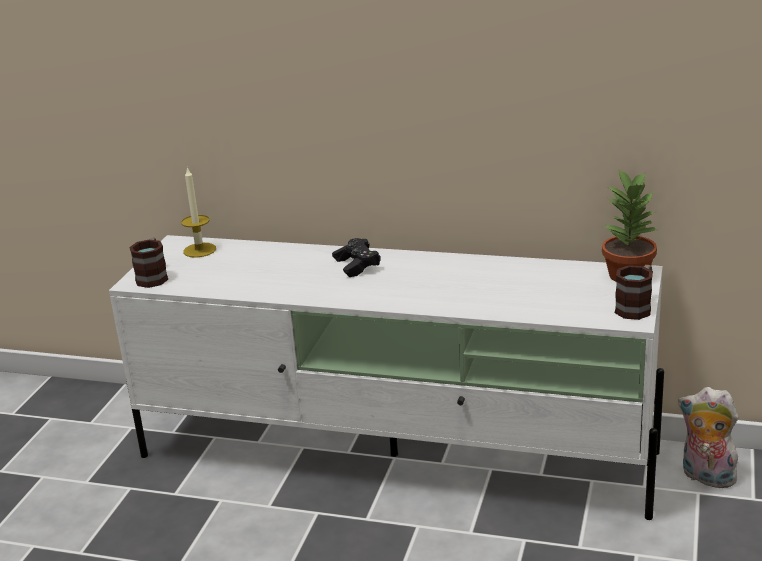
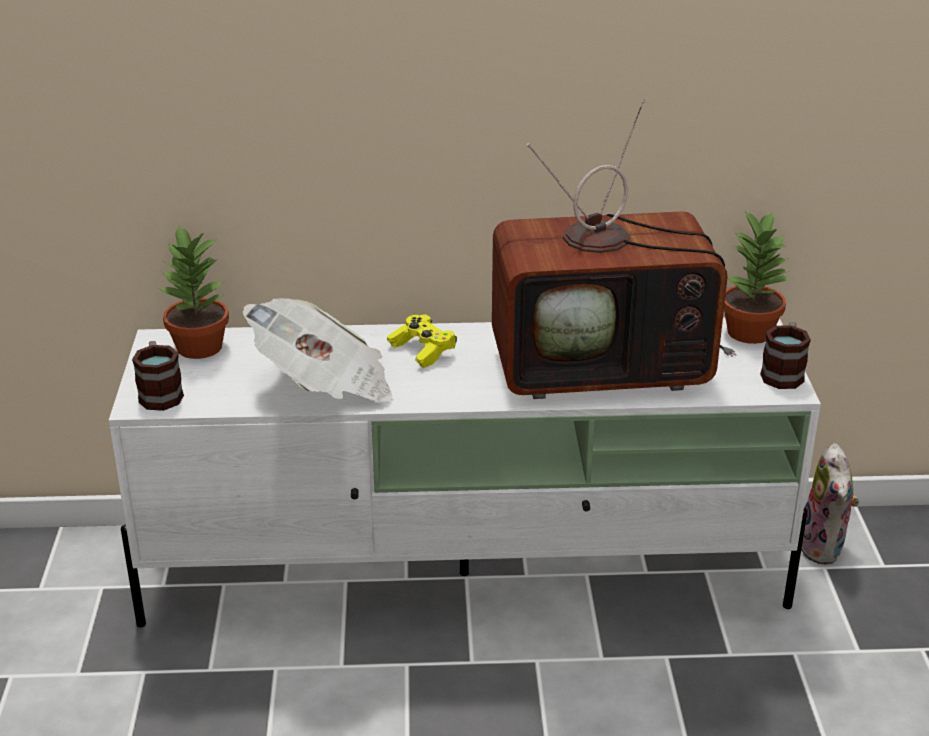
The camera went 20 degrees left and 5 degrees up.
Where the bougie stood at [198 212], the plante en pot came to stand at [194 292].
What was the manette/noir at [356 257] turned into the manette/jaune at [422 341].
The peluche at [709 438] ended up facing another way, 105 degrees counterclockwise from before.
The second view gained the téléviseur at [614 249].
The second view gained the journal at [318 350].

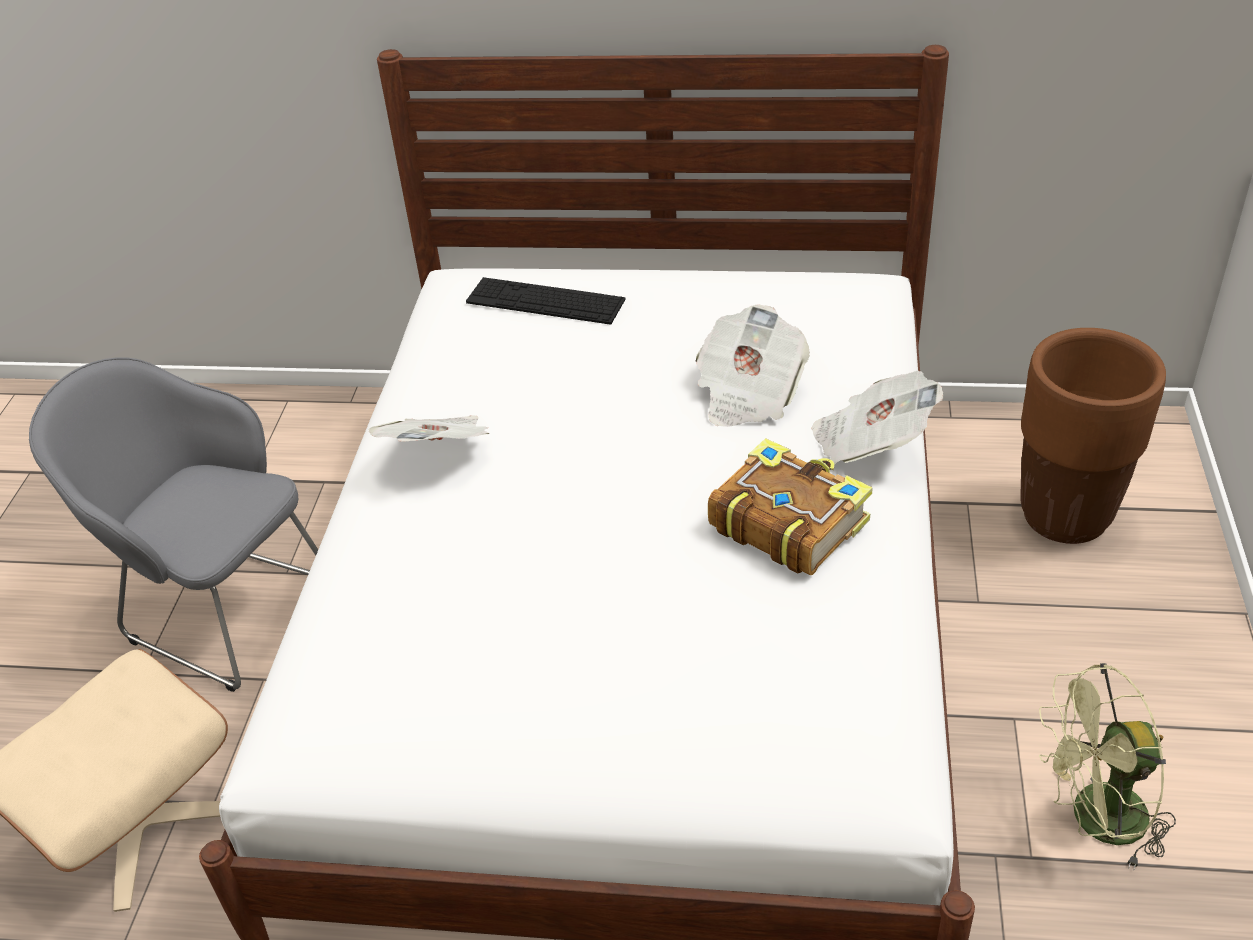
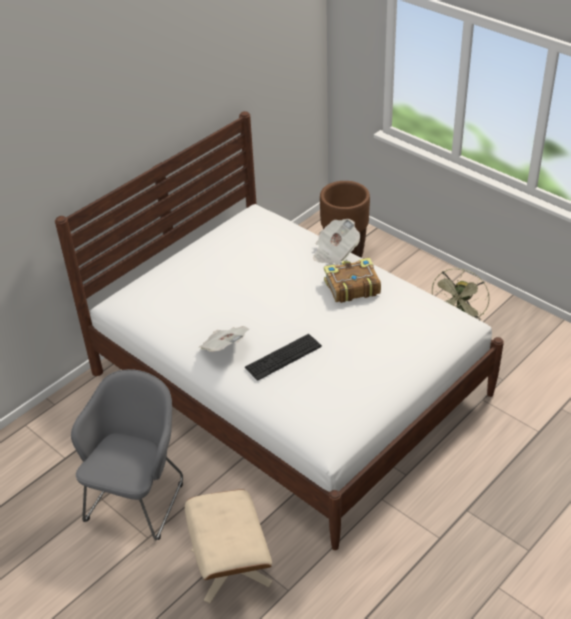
The camera went 55 degrees left and 0 degrees up.
The clavier ended up elsewhere, having gone from [546 301] to [283 357].
The second view lost the journal at [752 366].
The fauteuil/gris at [173 524] ended up facing another way, 135 degrees clockwise from before.

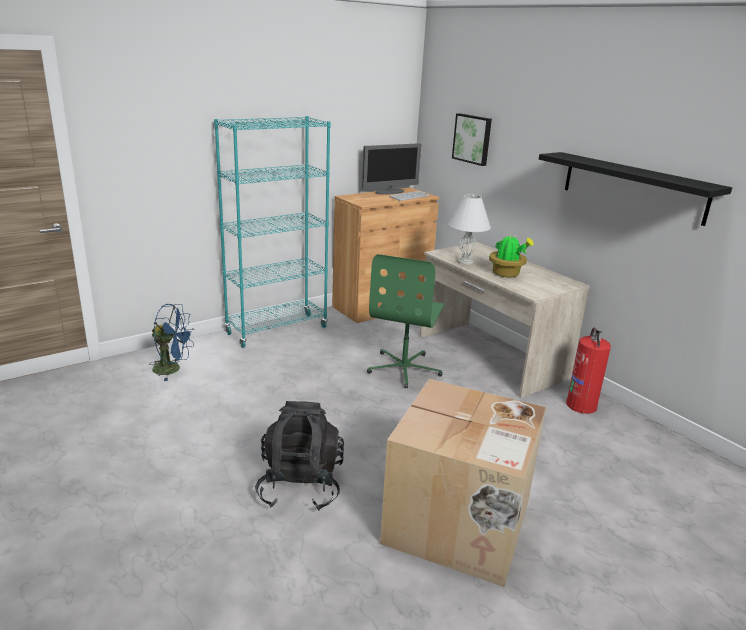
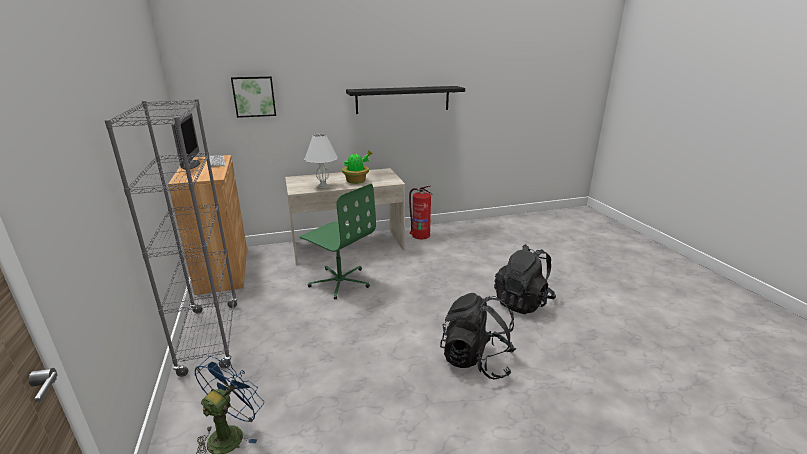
The camera went 70 degrees left and 0 degrees up.
What was the bibliothèque/turquoise at [272 232] turned into the bibliothèque/gris at [171 238].
Where the carton stood at [463 483], the sac à dos/noir came to stand at [525 279].

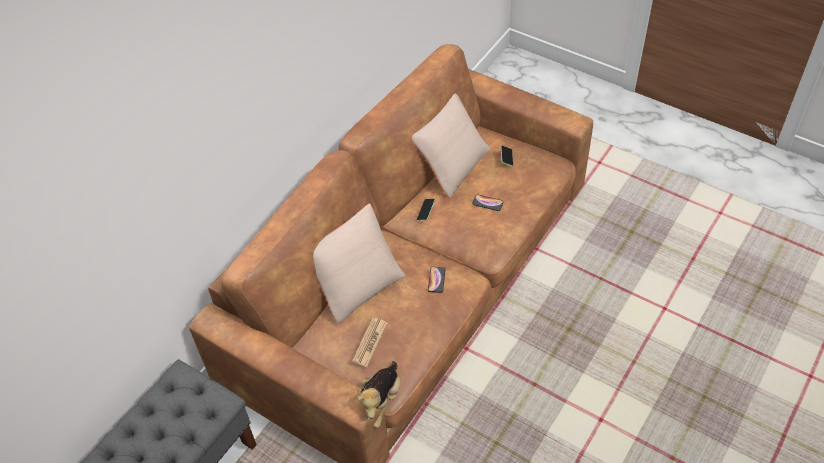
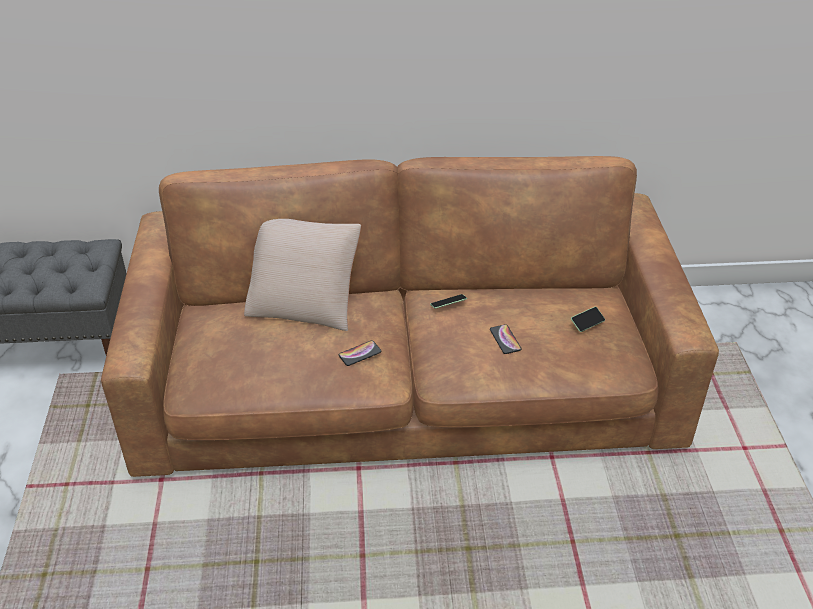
The camera went 50 degrees right and 10 degrees down.
The second view lost the coussin/beige at [451 146].
The second view lost the journal at [369 342].
The second view lost the peluche at [379 394].

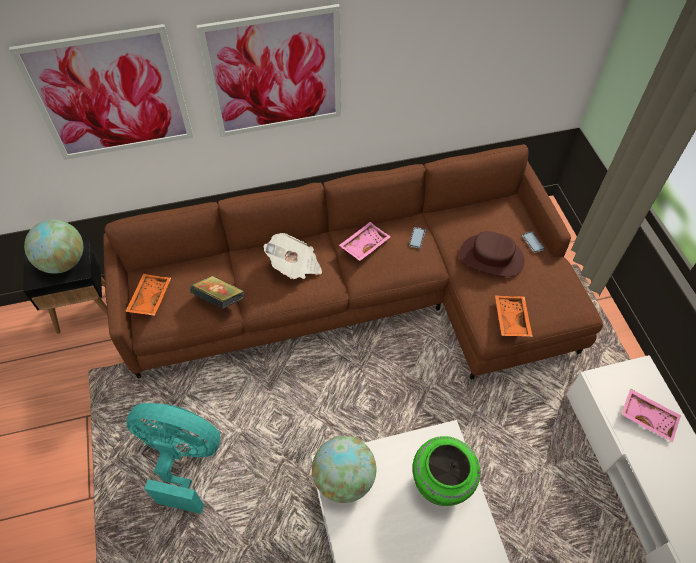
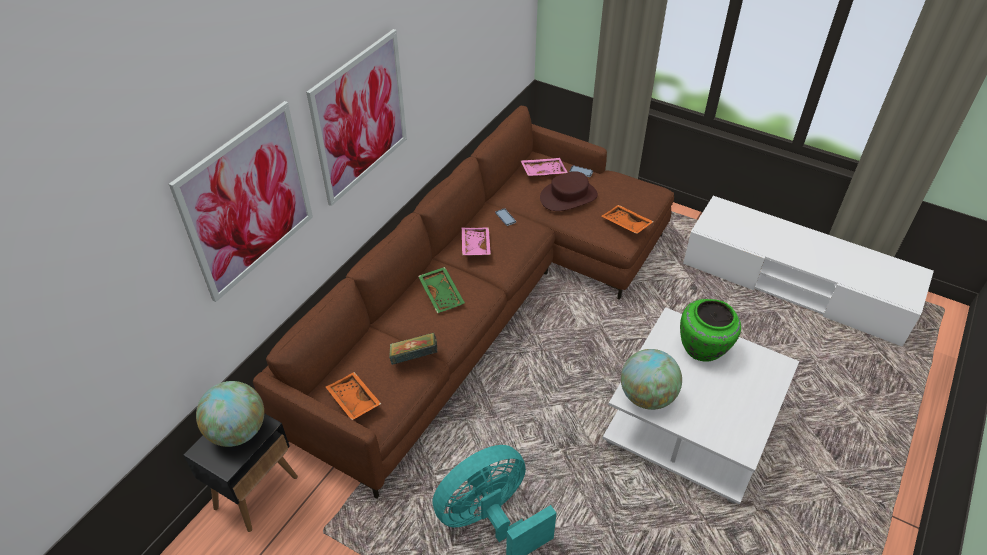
The camera went 45 degrees left and 10 degrees down.
Where the journal stood at [292 256], the plateau/vert came to stand at [441 290].
The plateau/rose ended up elsewhere, having gone from [651 415] to [544 167].

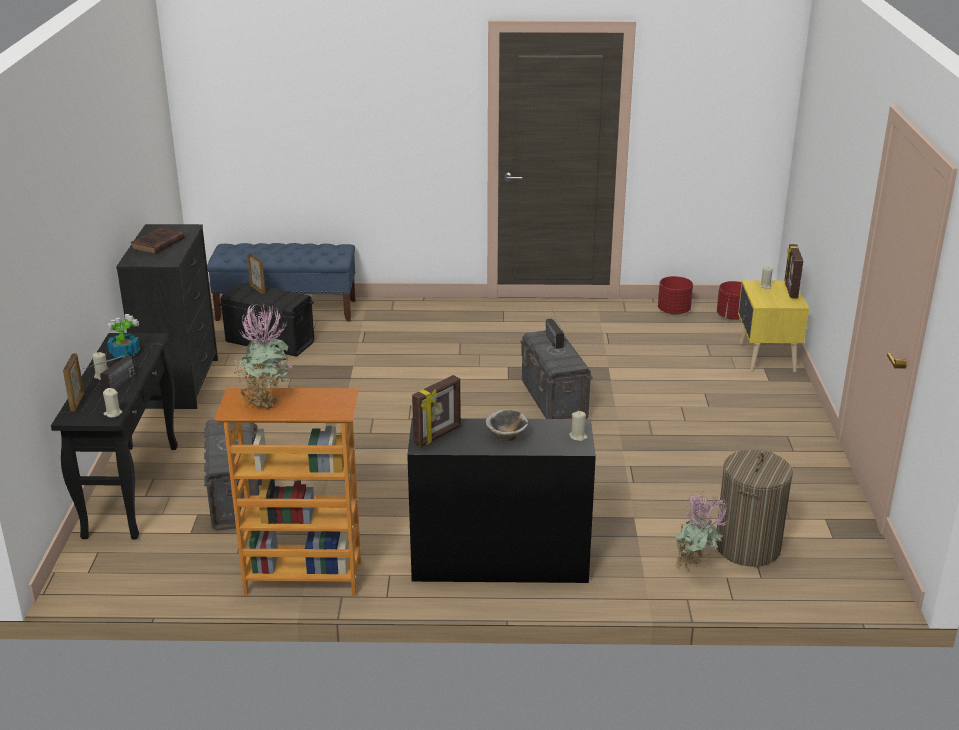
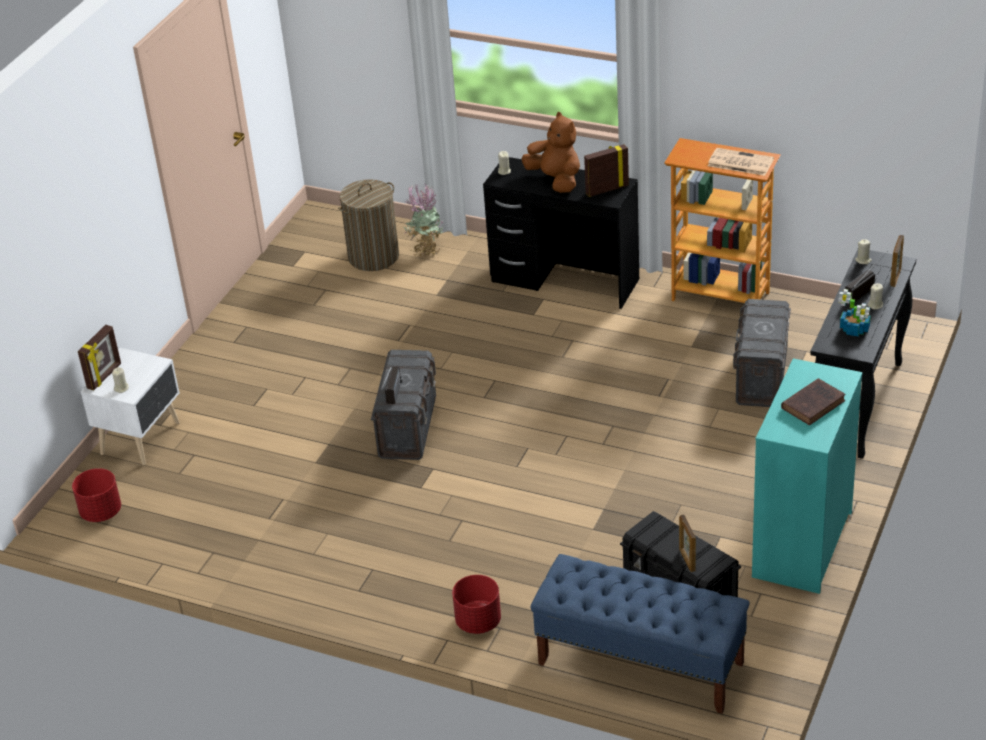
The camera went 155 degrees left and 10 degrees up.
What was the commode/noir at [167 316] turned into the commode/turquoise at [807 476].
The cache-pot/rouge ended up elsewhere, having gone from [675 295] to [476 604].
What was the table de chevet/jaune at [773 326] turned into the table de chevet/blanc at [130 406].
Where the plante en pot stood at [262 356], the journal came to stand at [741 162].
Where the bol stood at [507 425], the peluche/marron came to stand at [550 152].

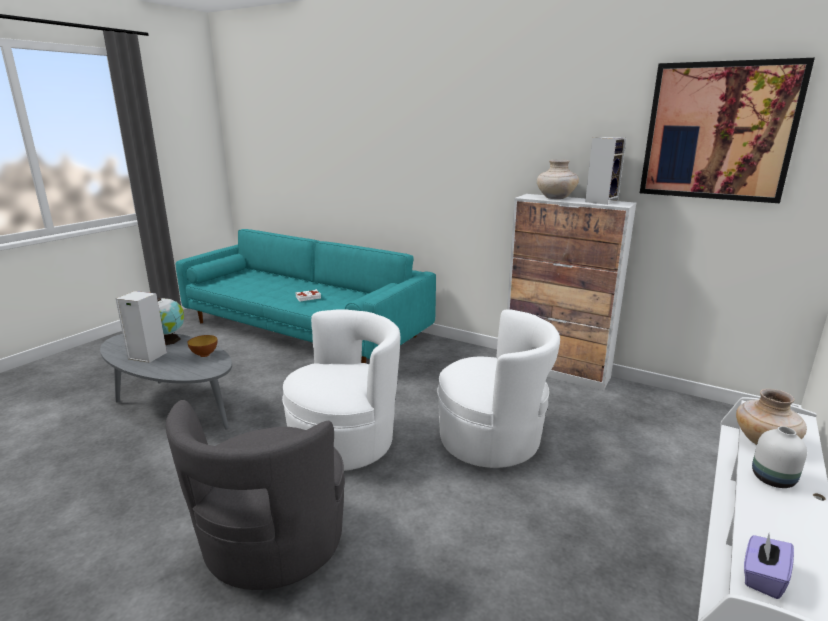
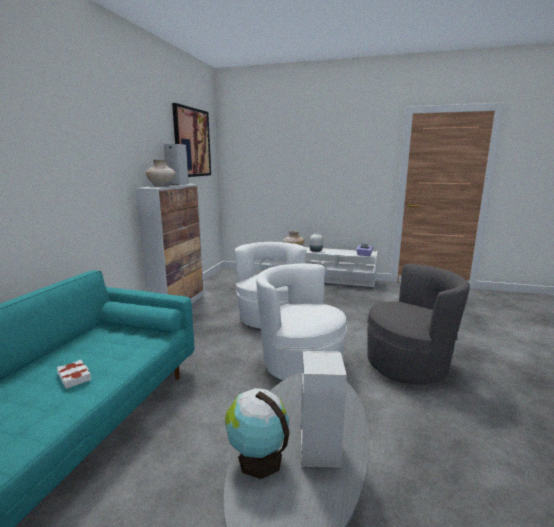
The camera went 105 degrees left and 5 degrees down.
The second view lost the bol at [202 346].

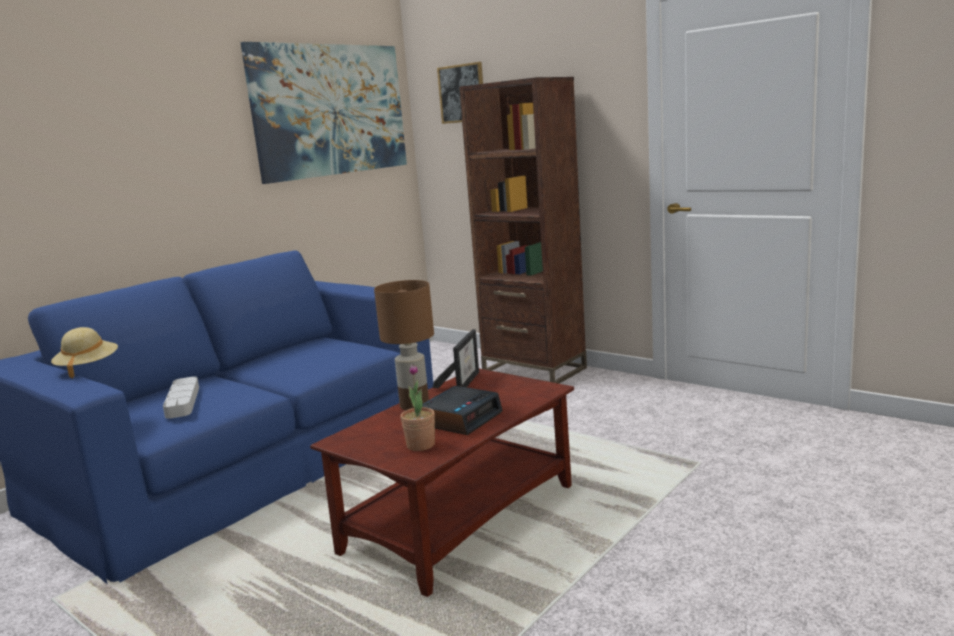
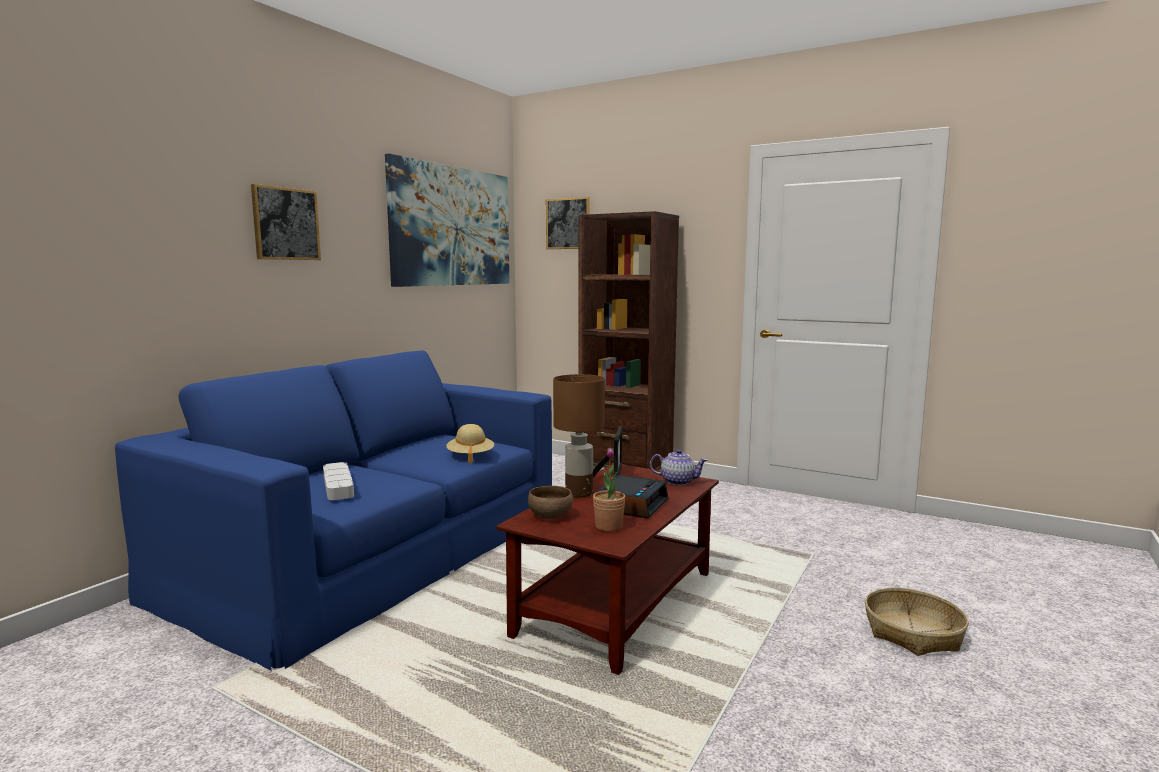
The camera went 10 degrees left and 5 degrees down.
The chapeau/beige ended up elsewhere, having gone from [84 352] to [470 444].
The second view gained the tableau at [286 222].
The second view gained the théière at [678 467].
The second view gained the bol/marron at [550 502].
The second view gained the panier at [917 622].

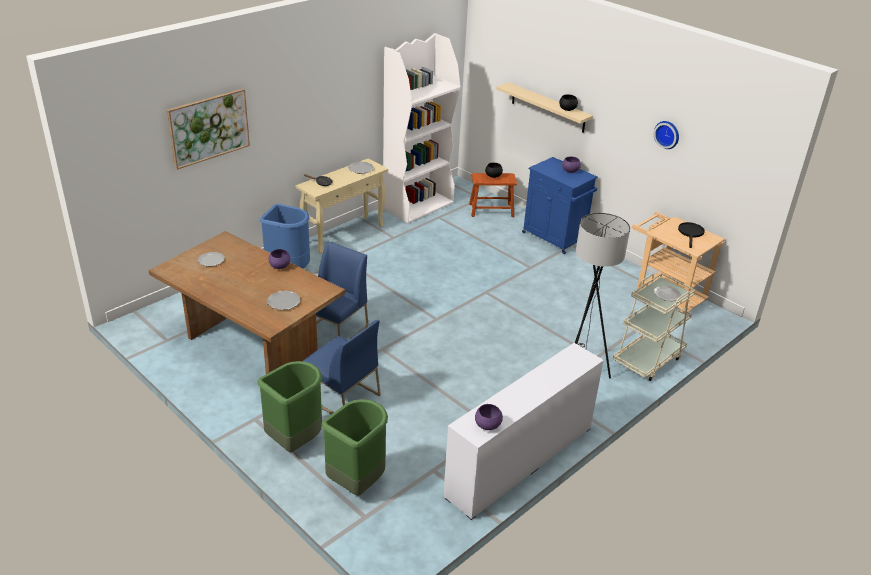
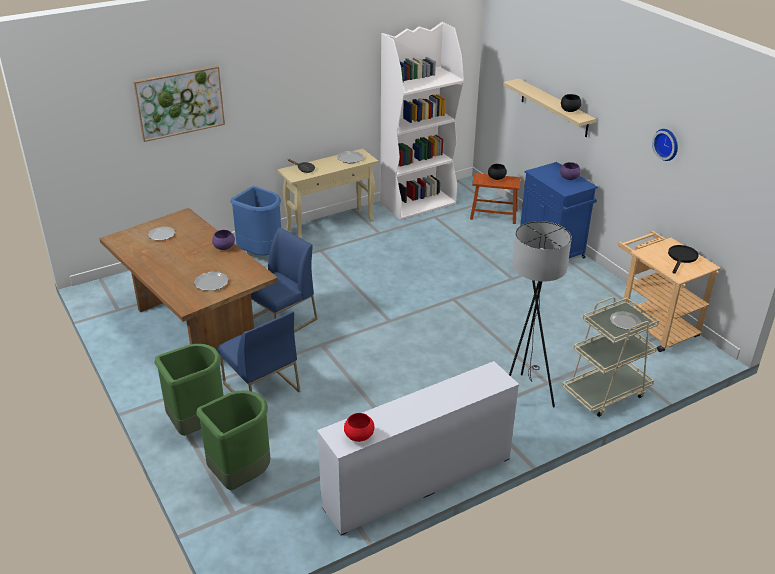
The camera went 15 degrees right and 0 degrees up.
What was the bol/violet at [489 417] turned into the bol/rouge at [359 427].

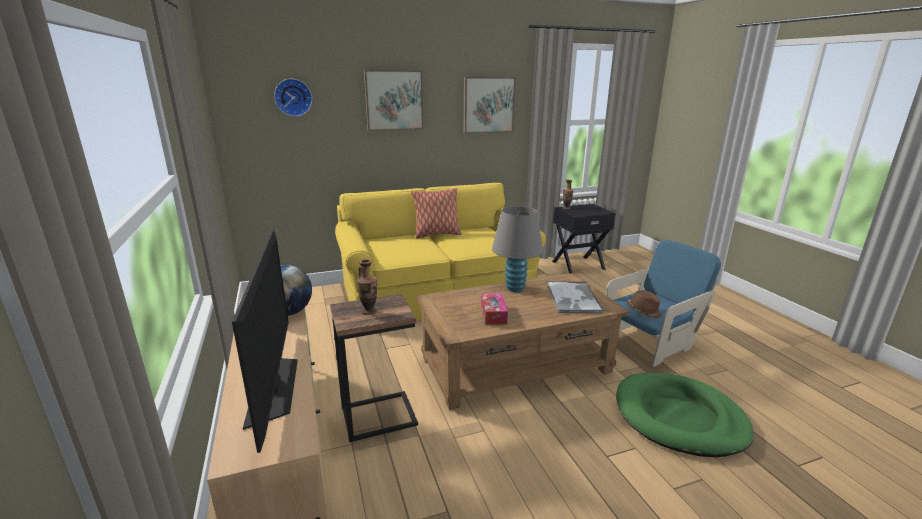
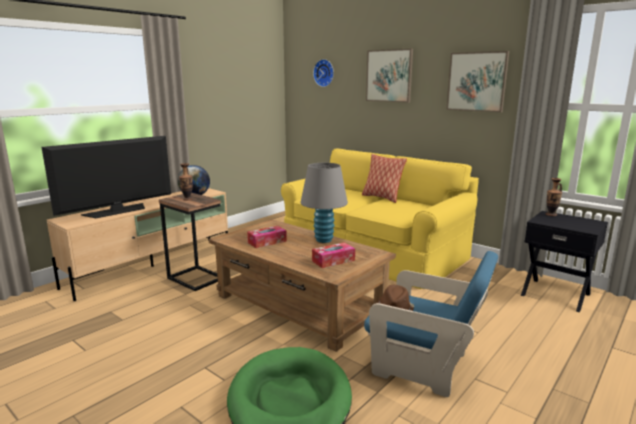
The camera went 60 degrees right and 5 degrees down.
Where the plateau stood at [575 298], the boîte à mouchoirs came to stand at [333 255].

